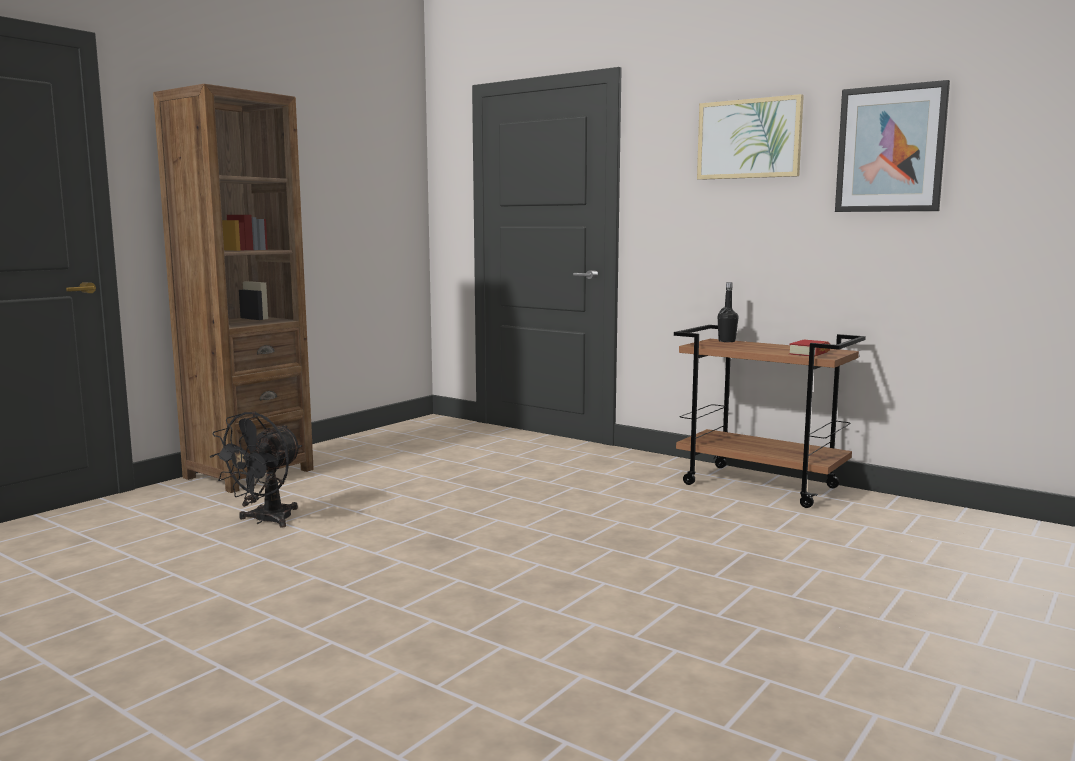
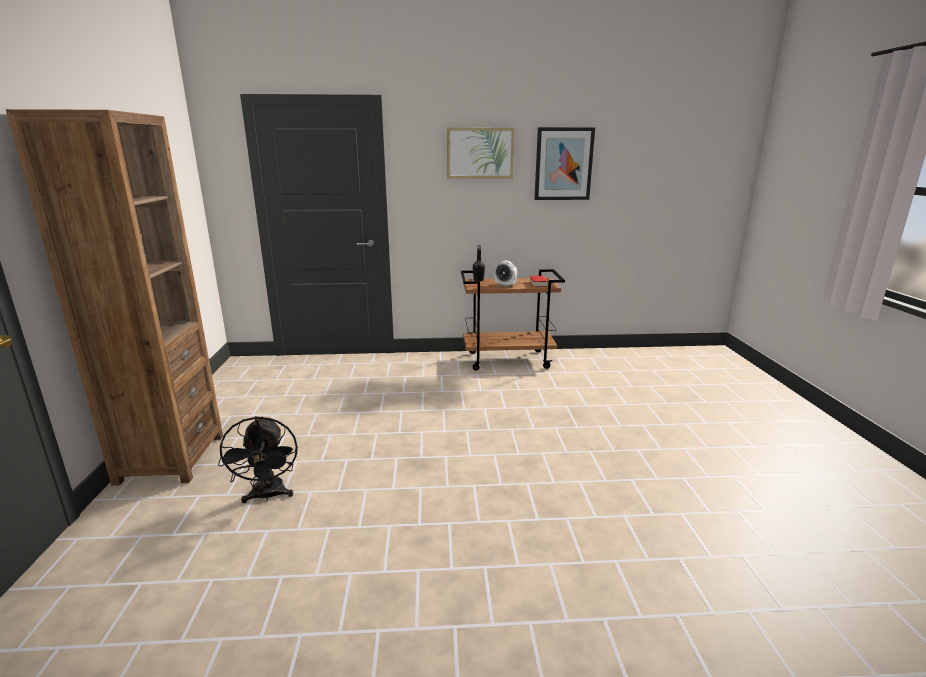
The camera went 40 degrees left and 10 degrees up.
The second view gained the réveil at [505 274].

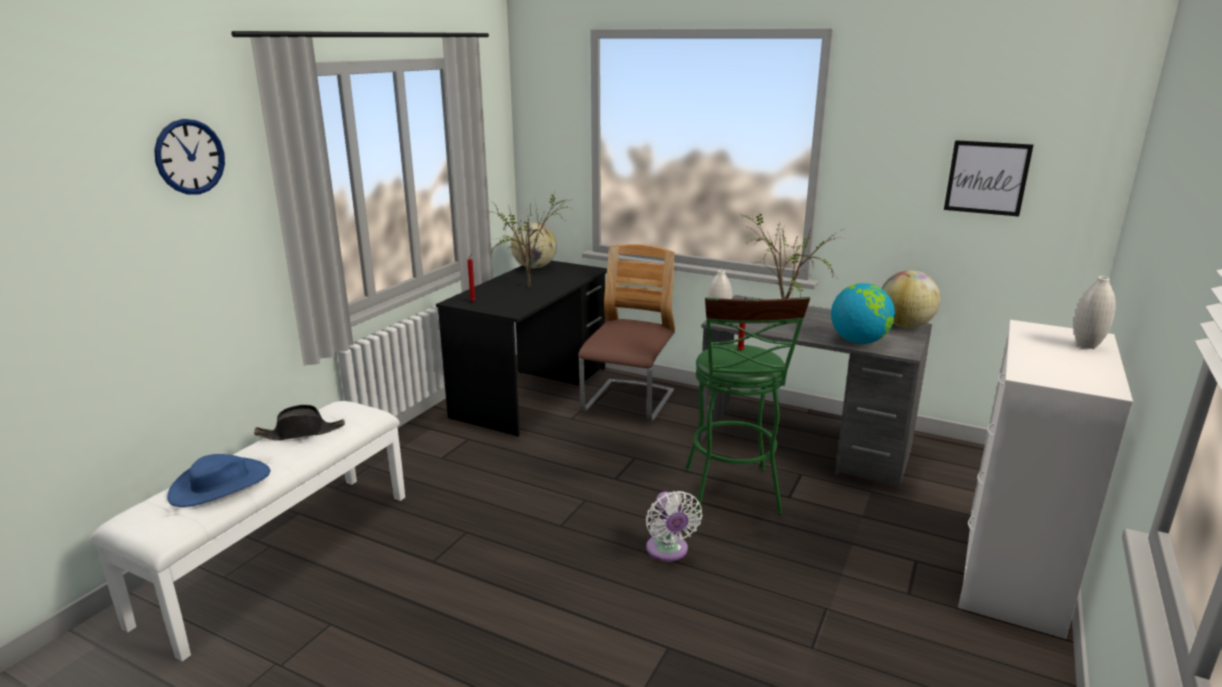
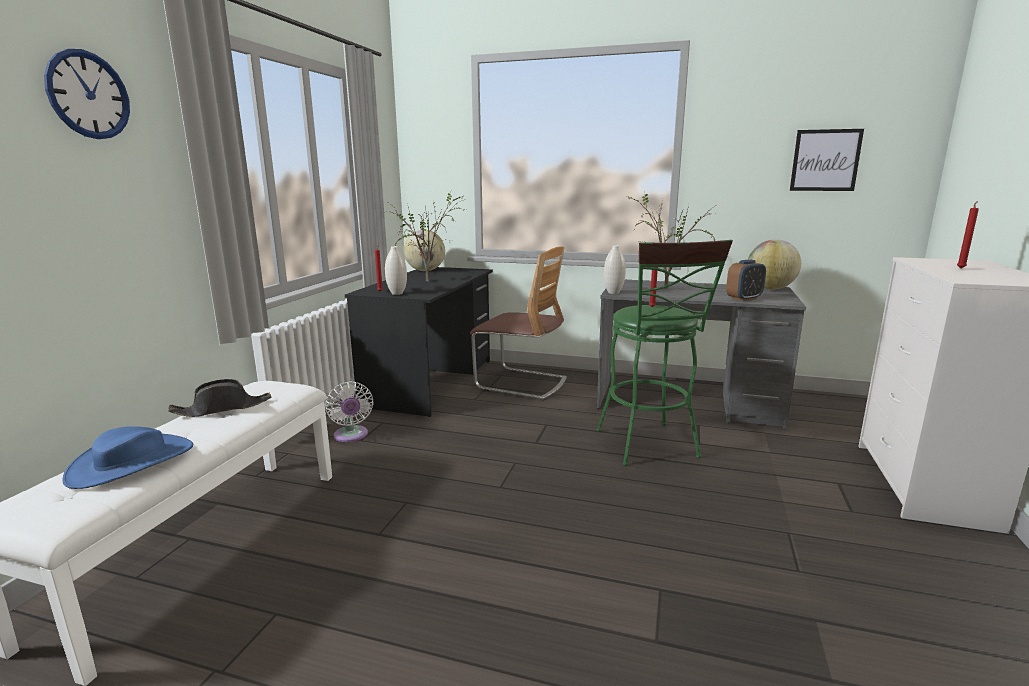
The camera went 10 degrees left and 5 degrees down.
The chaise at [626 332] ended up facing another way, 105 degrees clockwise from before.
The vase/blanc ended up elsewhere, having gone from [1095 312] to [396 270].
Where the globe stood at [863 313], the réveil came to stand at [746 280].
The ventilateur/blanc ended up elsewhere, having gone from [674 526] to [349 411].
The second view gained the bougie/rouge at [968 234].

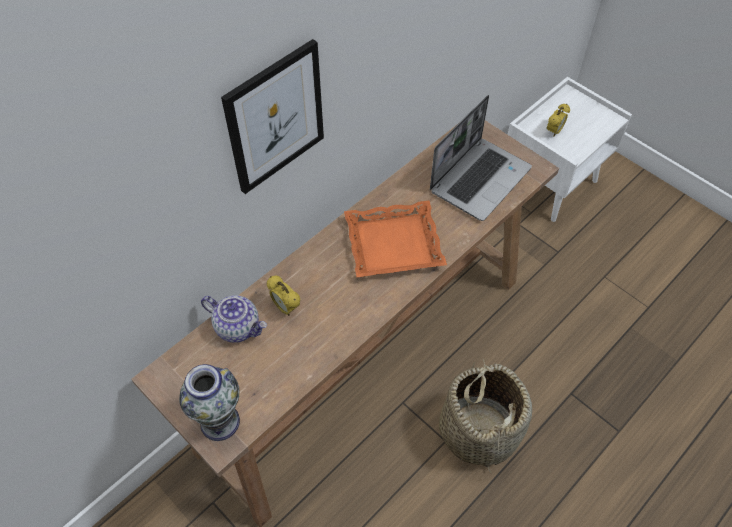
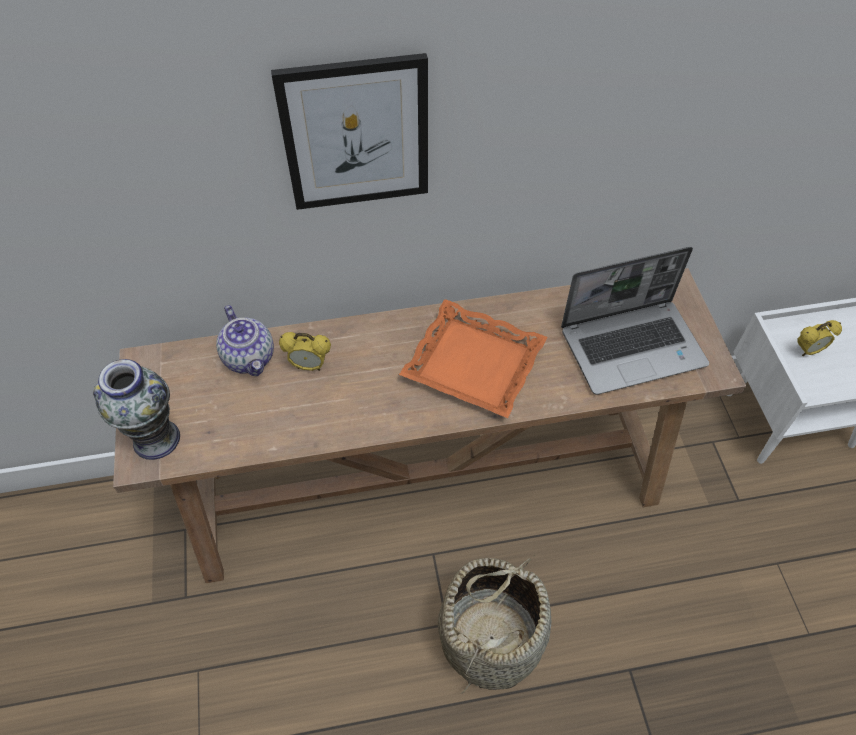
The camera went 35 degrees right and 0 degrees up.
The réveil at [283 296] ended up facing another way, 75 degrees counterclockwise from before.

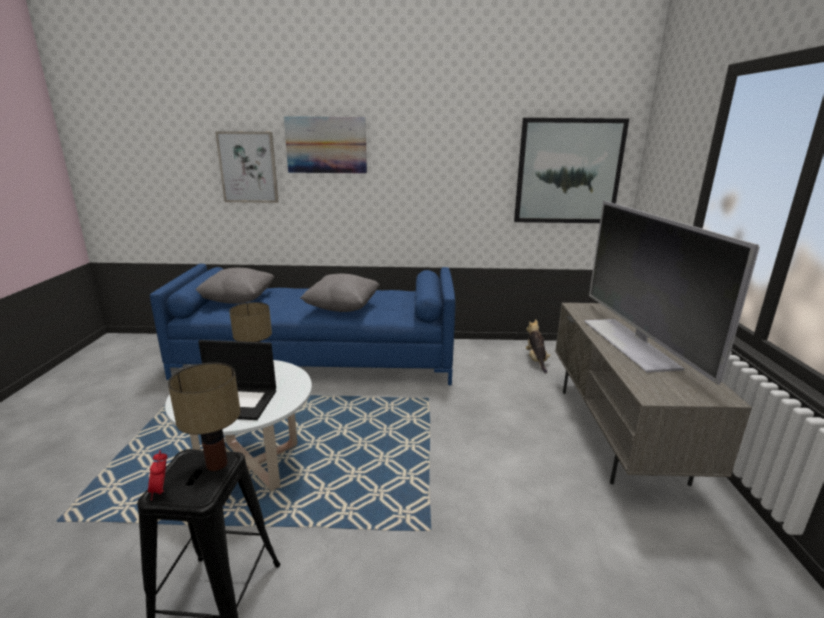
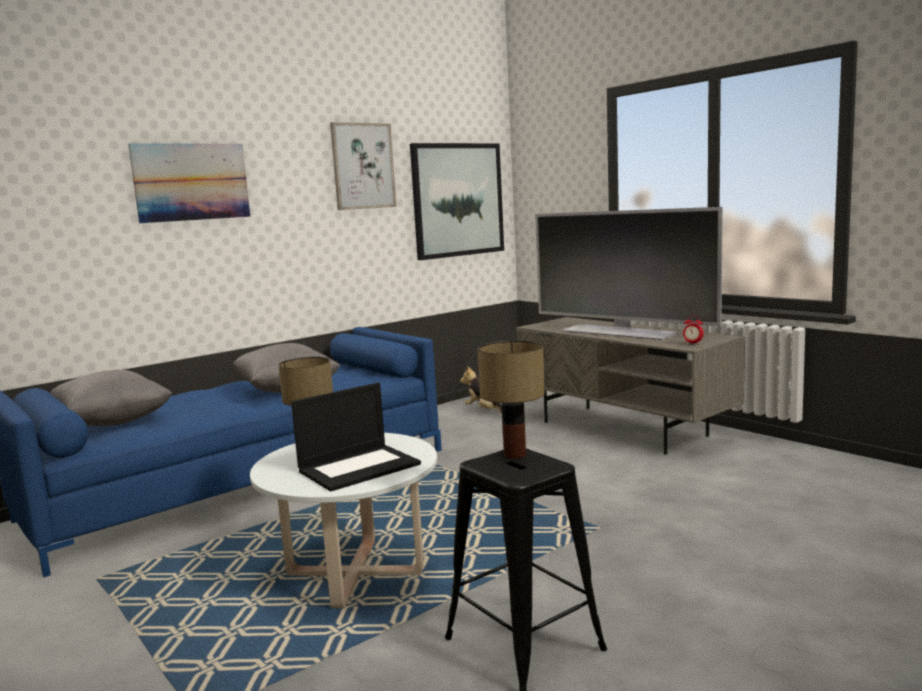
The camera went 40 degrees left and 10 degrees down.
The tableau ended up elsewhere, having gone from [247 167] to [363 166].
The réveil ended up elsewhere, having gone from [157 475] to [693 330].

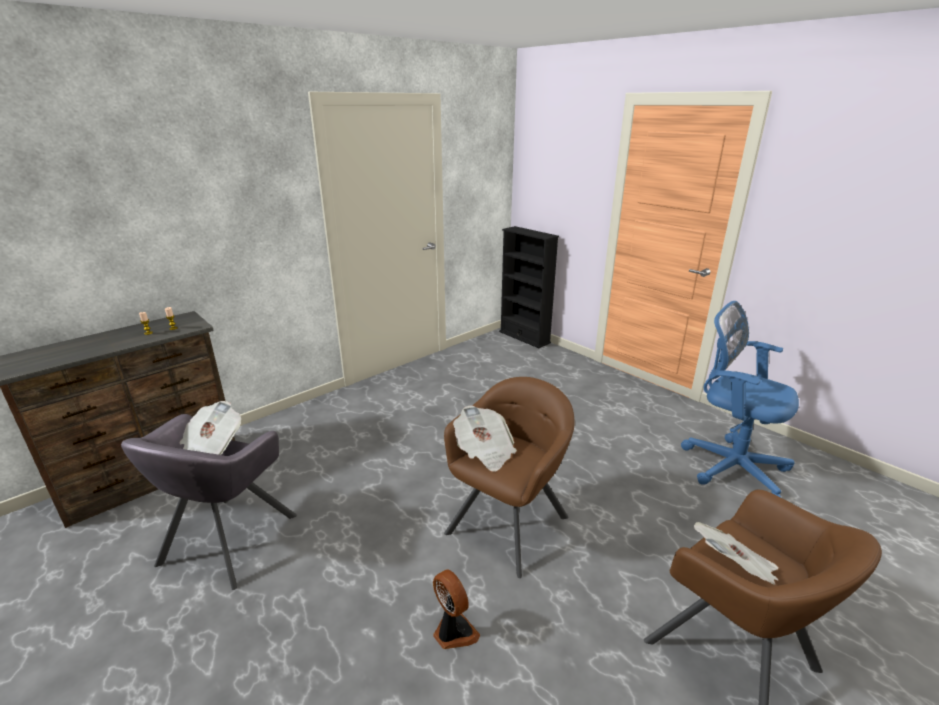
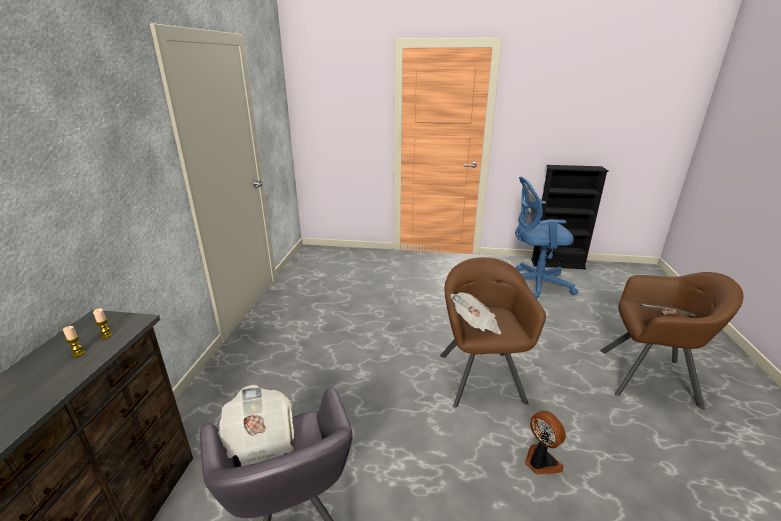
The camera went 40 degrees left and 0 degrees up.
The bibliothèque/noir ended up elsewhere, having gone from [529 287] to [570 217].
The ventilateur at [456 609] ended up facing another way, 45 degrees clockwise from before.

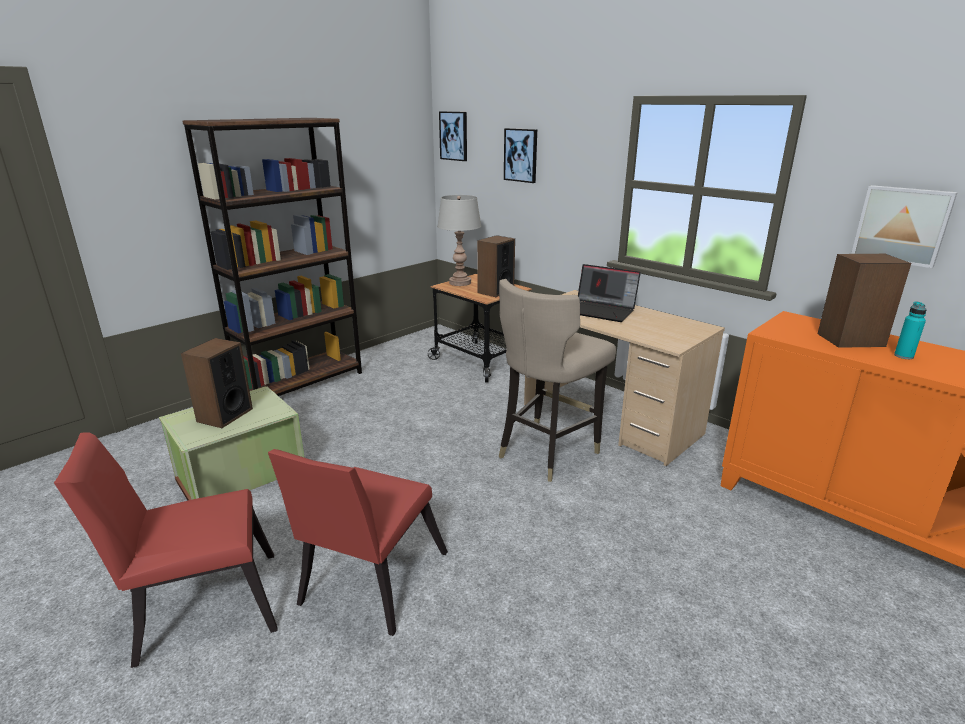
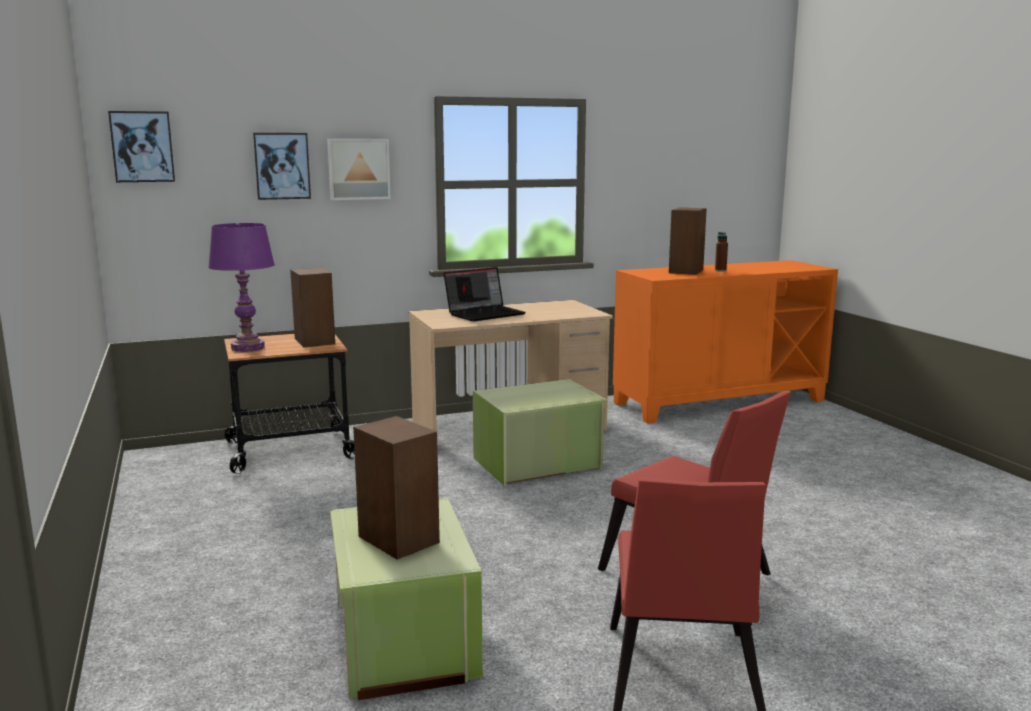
The camera went 65 degrees left and 10 degrees down.
The second view lost the bibliothèque/marron at [272 257].
The tableau ended up elsewhere, having gone from [904 226] to [359 169].
What was the lampe de table/gris at [459 240] turned into the lampe de table/violet at [241 287].
Where the tabouret/beige stood at [557 380], the boîte de rangement/vert came to stand at [540 432].
What was the bouteille/turquoise at [910 330] turned into the bouteille/marron at [721 252].

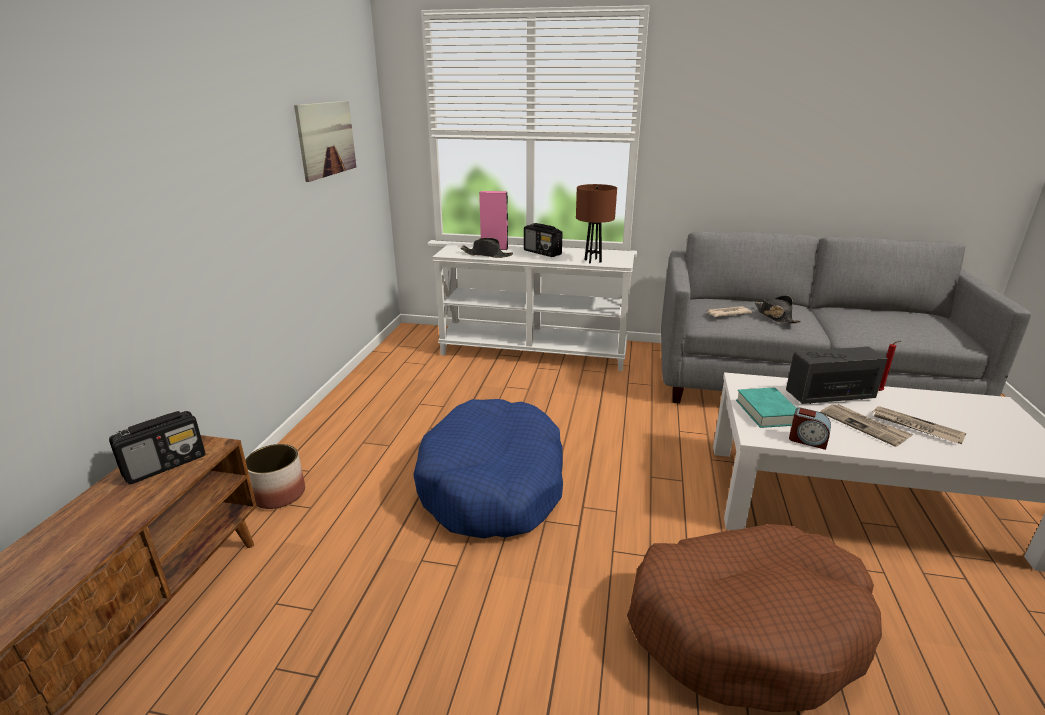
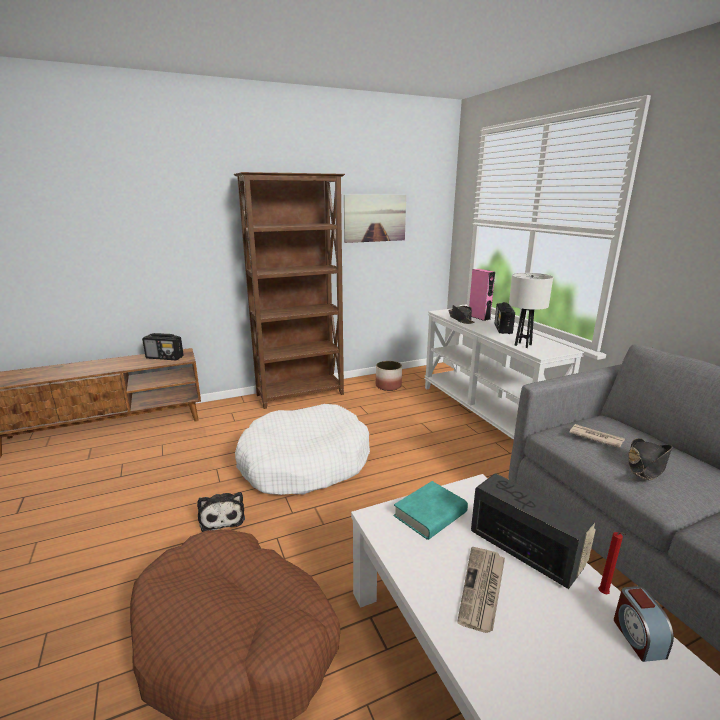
The camera went 55 degrees right and 5 degrees down.
What was the lampe de table/marron at [596 224] turned into the lampe de table/blanc at [531 310].
What was the panier pour chien/bleu at [488 468] turned into the panier pour chien/blanc at [302 449].
The second view lost the journal at [919 425].
The réveil ended up elsewhere, having gone from [810 428] to [644 624].
The cache-pot ended up elsewhere, having gone from [275 476] to [389 376].
The second view gained the bibliothèque/marron at [289 290].
The second view gained the peluche at [221 512].

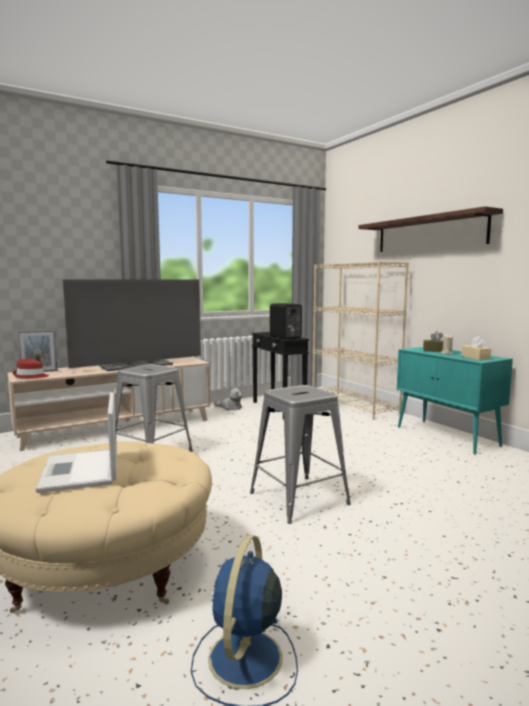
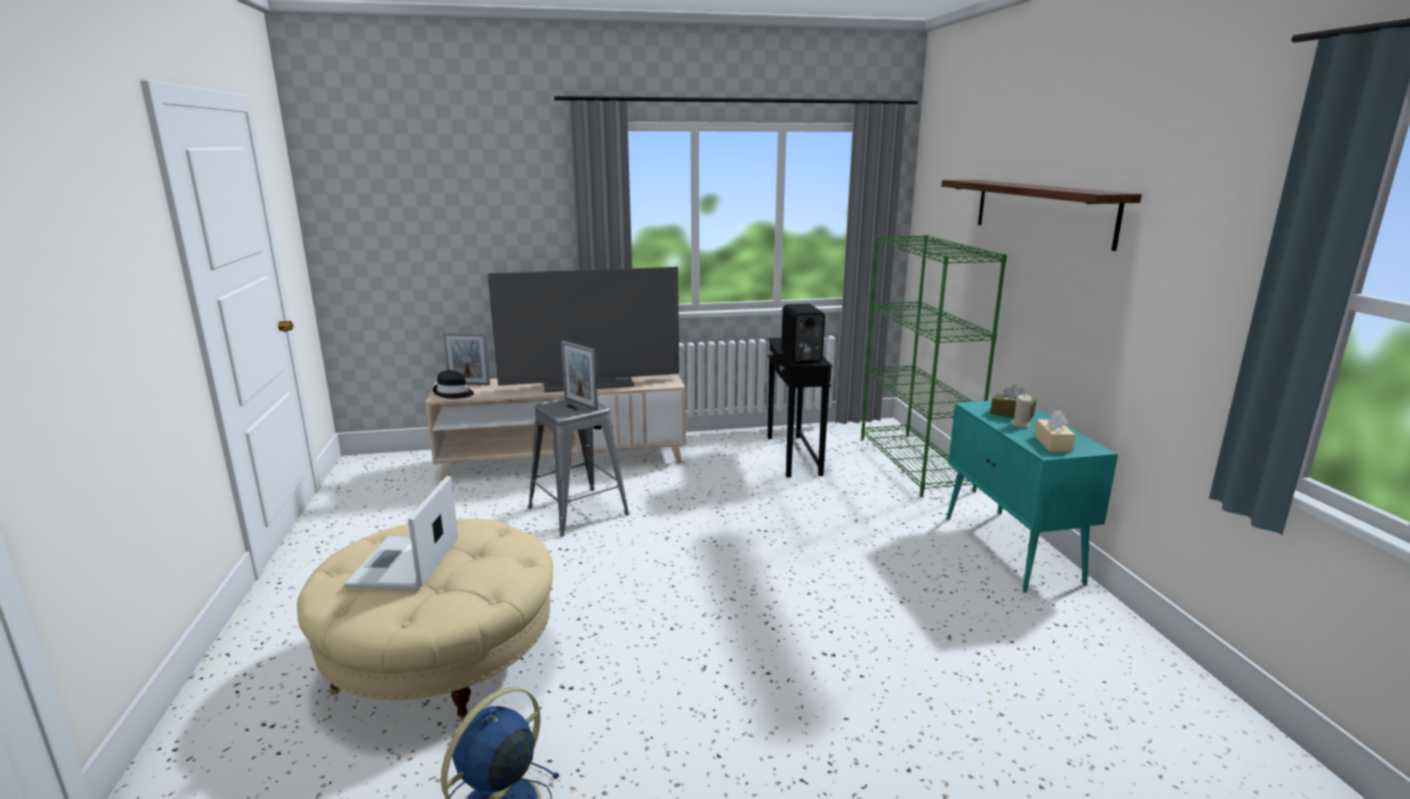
The camera went 20 degrees right and 10 degrees up.
What was the bibliothèque/beige at [360 340] turned into the bibliothèque/vert at [934 366].
What was the chapeau/rouge at [31 369] turned into the chapeau/noir at [453 384].
The second view lost the tabouret/gris at [300 454].
The second view lost the peluche at [228 399].
The second view gained the cadre photo at [579 375].

